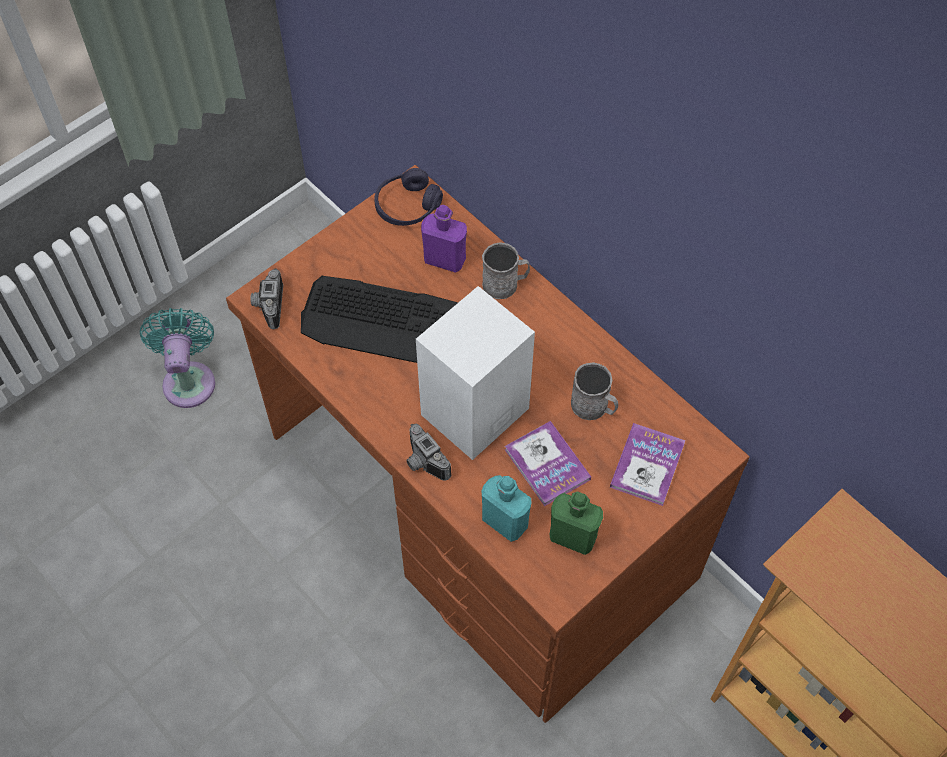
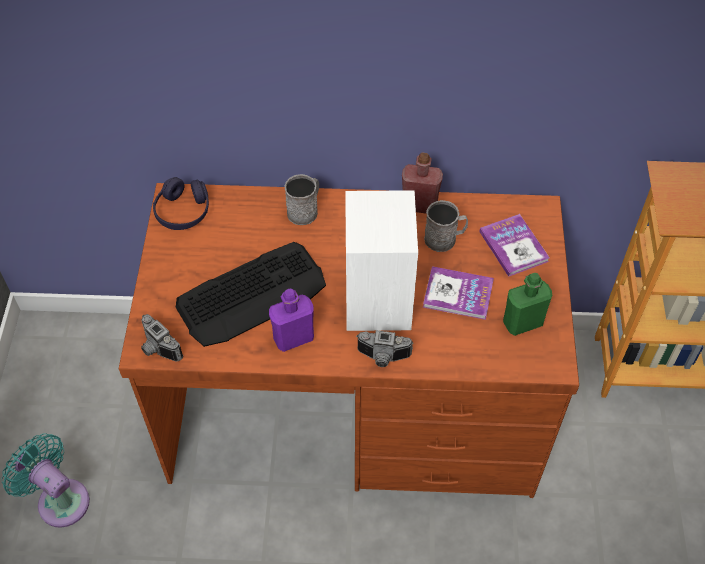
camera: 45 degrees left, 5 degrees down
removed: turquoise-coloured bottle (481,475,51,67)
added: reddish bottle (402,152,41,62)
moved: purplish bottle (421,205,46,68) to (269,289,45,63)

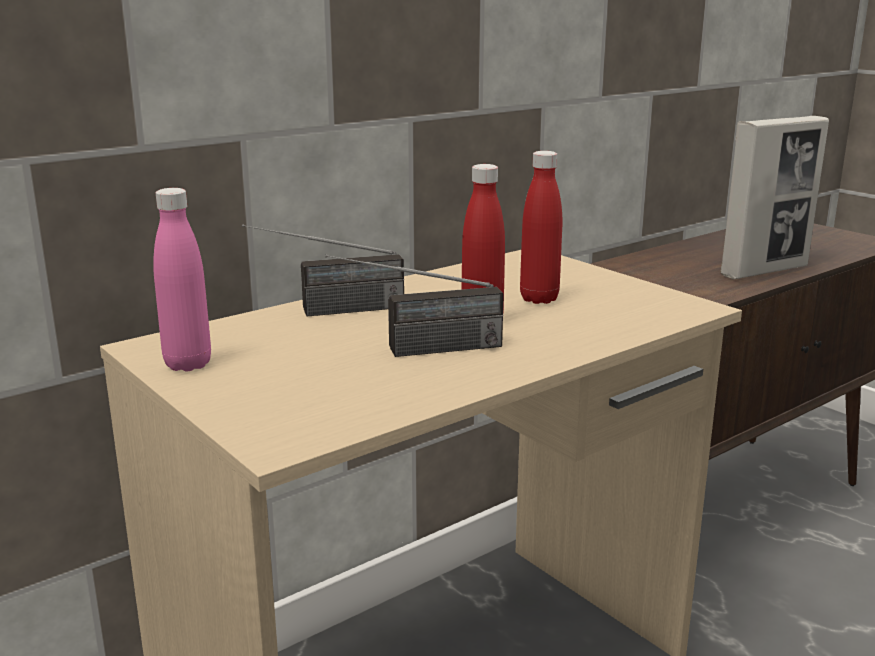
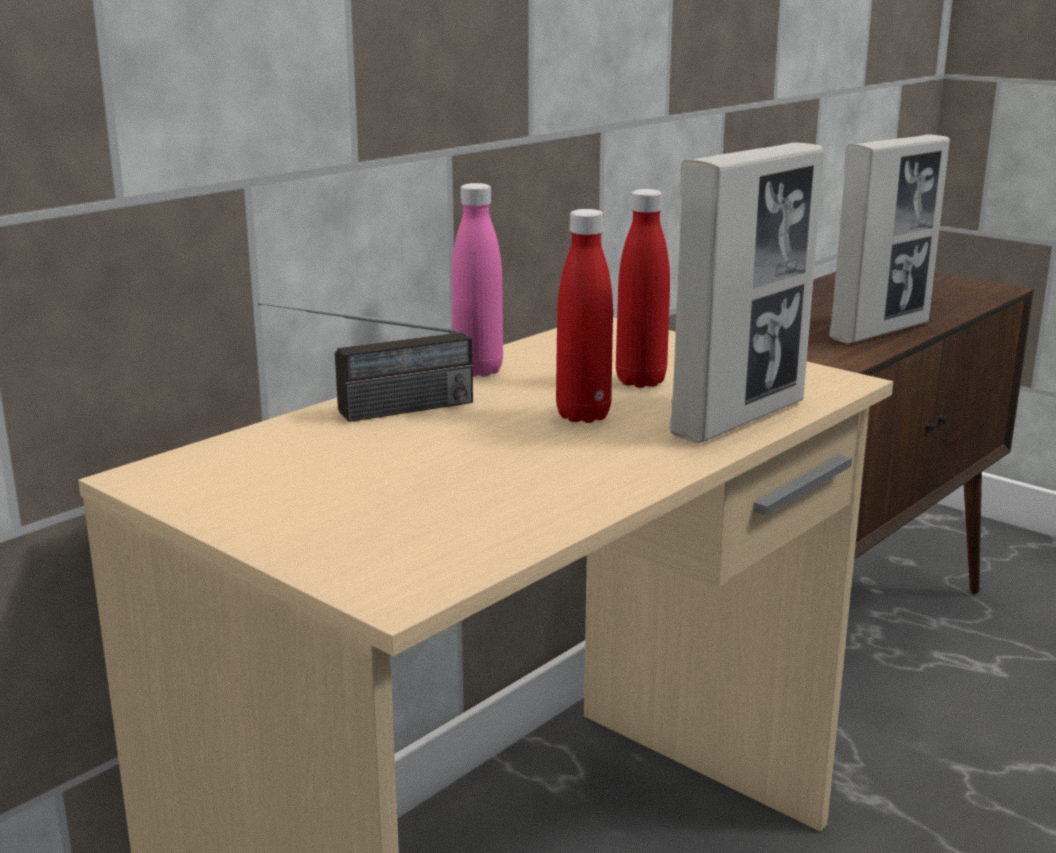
camera: 10 degrees left, 0 degrees up
removed: radio receiver (325,254,179,103)
added: picture frame (670,142,154,301)
moved: pinkish bottle (153,188,58,184) to (452,183,51,194)

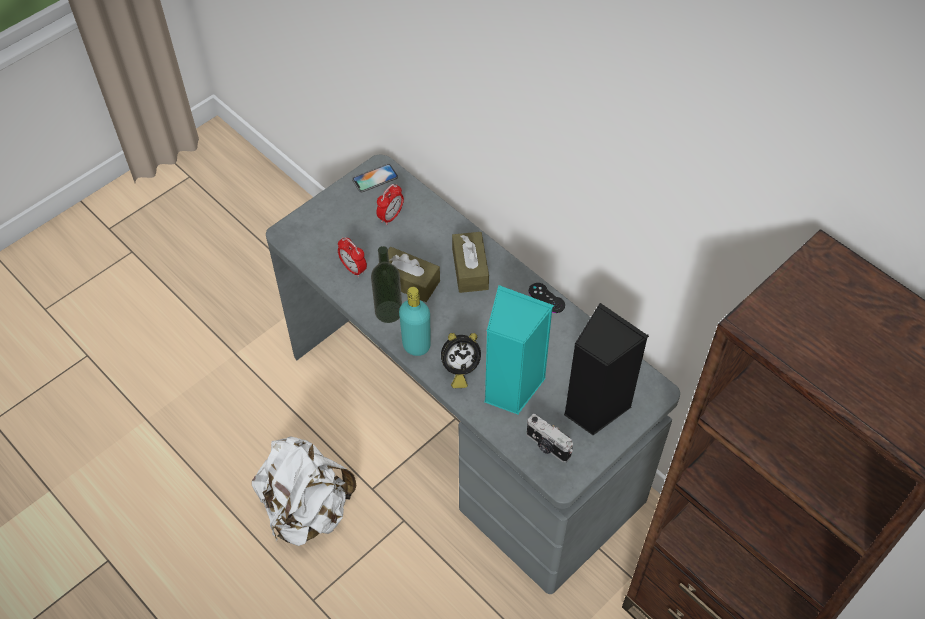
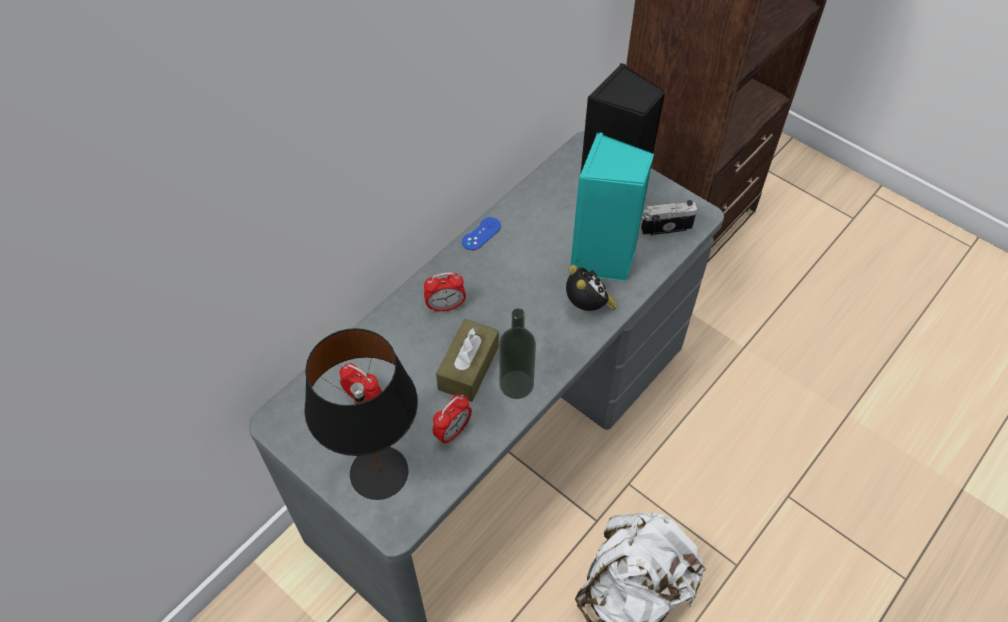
camera: 95 degrees left, 0 degrees up
removed: telephone (352,164,46,28); turquoise-coloured bottle (399,287,32,69)
added: black-coloured table lamp (304,328,114,172)
replaced: brown-coloured tissue holder (452,232,37,61) to table clock (424,272,42,40)
recoloured: black-coloured joypad (529,283,36,30) to blue joypad (462,217,39,33)
turned: still camera (527,414,46,48) = (641,200,56,36) 135 degrees counterclockwise

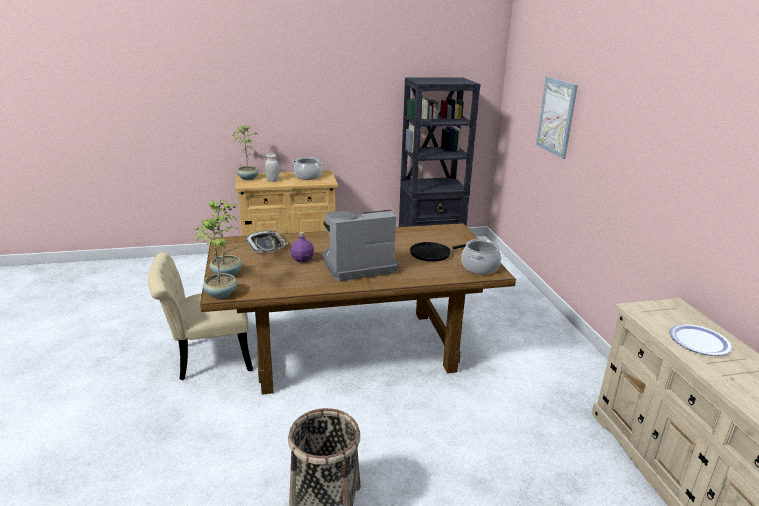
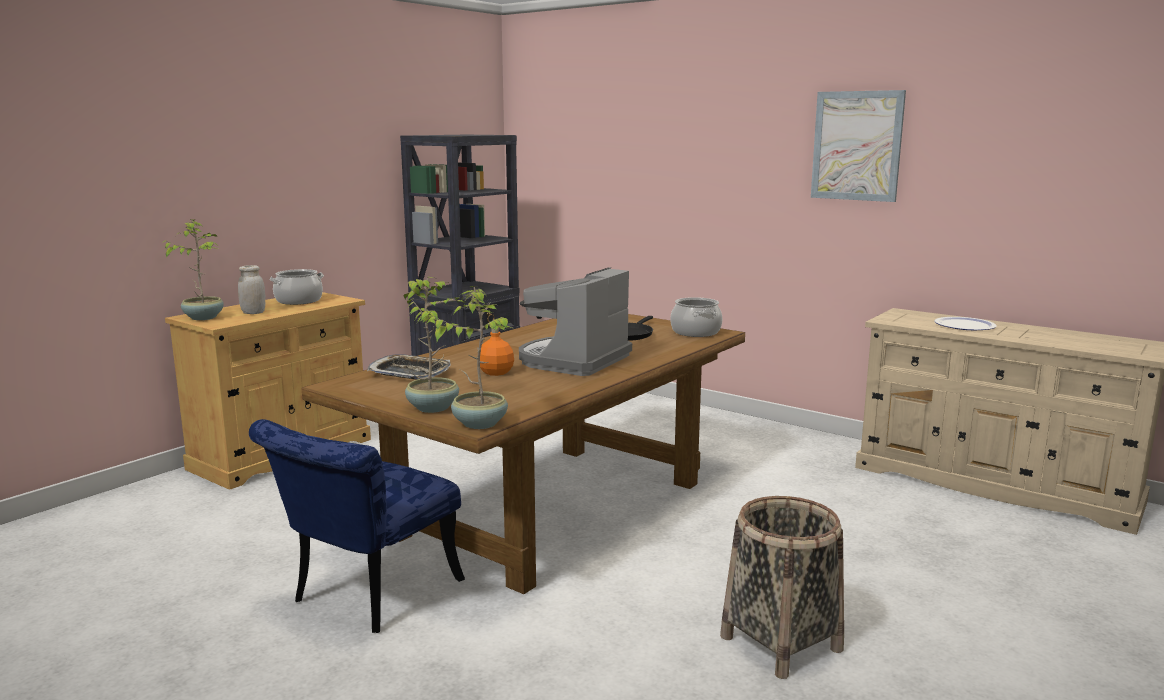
camera: 40 degrees left, 10 degrees down
moved: wall art (536,77,42,82) to (811,90,95,112)
recoloured: sand-coloured upright chair (148,252,105,128) to blue upright chair (249,419,216,214); purplish bottle (291,232,23,31) to orange-coloured bottle (480,328,34,48)

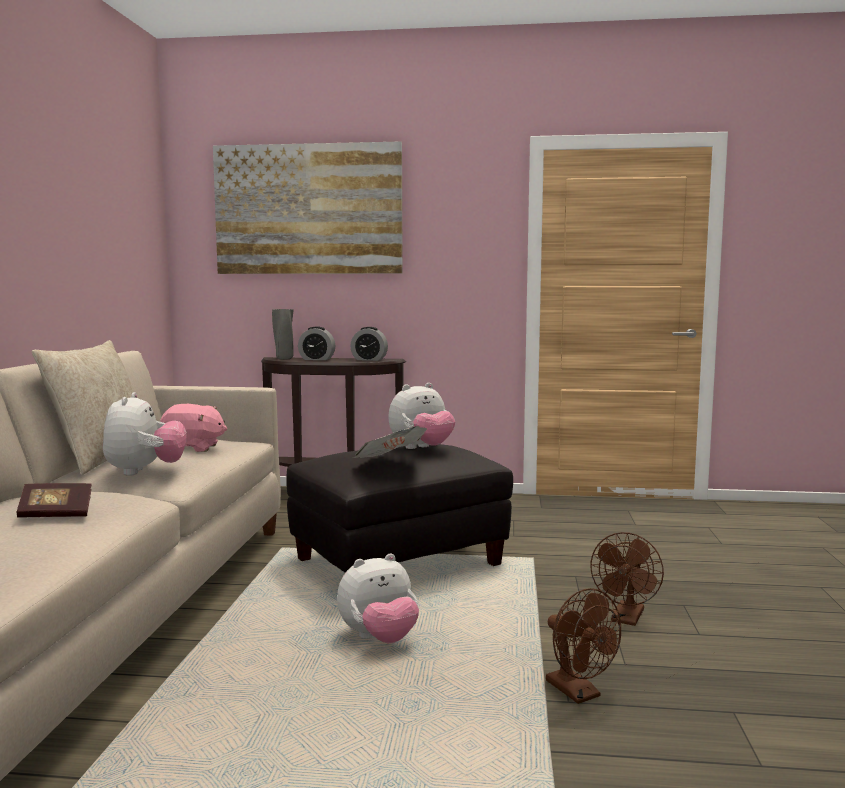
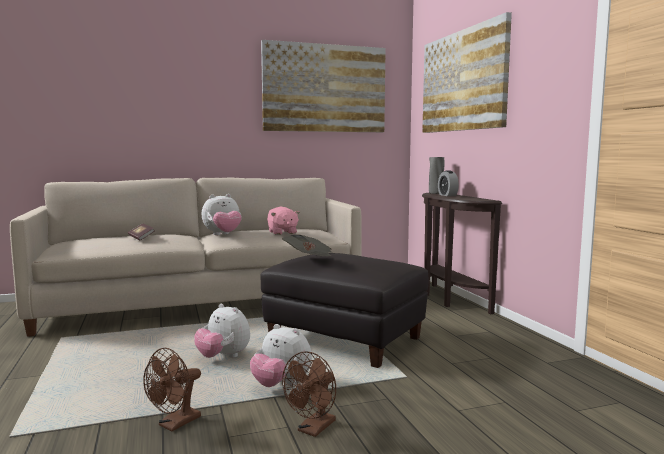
camera: 65 degrees right, 0 degrees up
removed: sand-coloured cushion (32,340,102,134); table clock (350,327,38,34)
added: wall art (261,40,125,92)
moved: plush toy (389,383,66,66) to (250,324,62,63)
turned: brown-coloured fan (590,532,74,94) = (282,351,54,86) 60 degrees counterclockwise

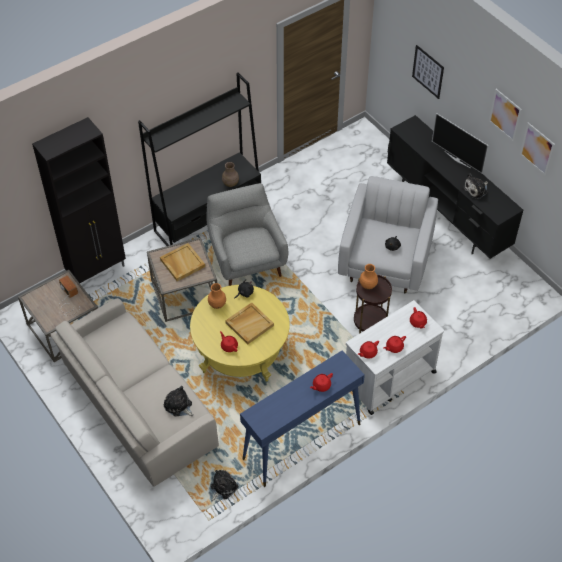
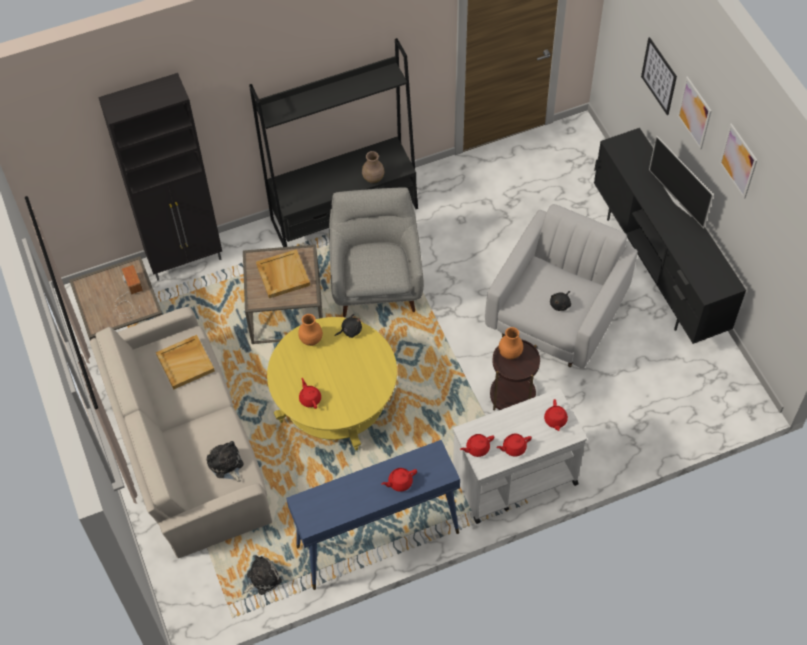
camera: 15 degrees right, 5 degrees up
removed: plush toy (463,173,25,26)
moved: sand-coloured carrying tray (225,302,49,43) to (156,335,59,55); wall art (520,122,35,54) to (677,76,35,74)

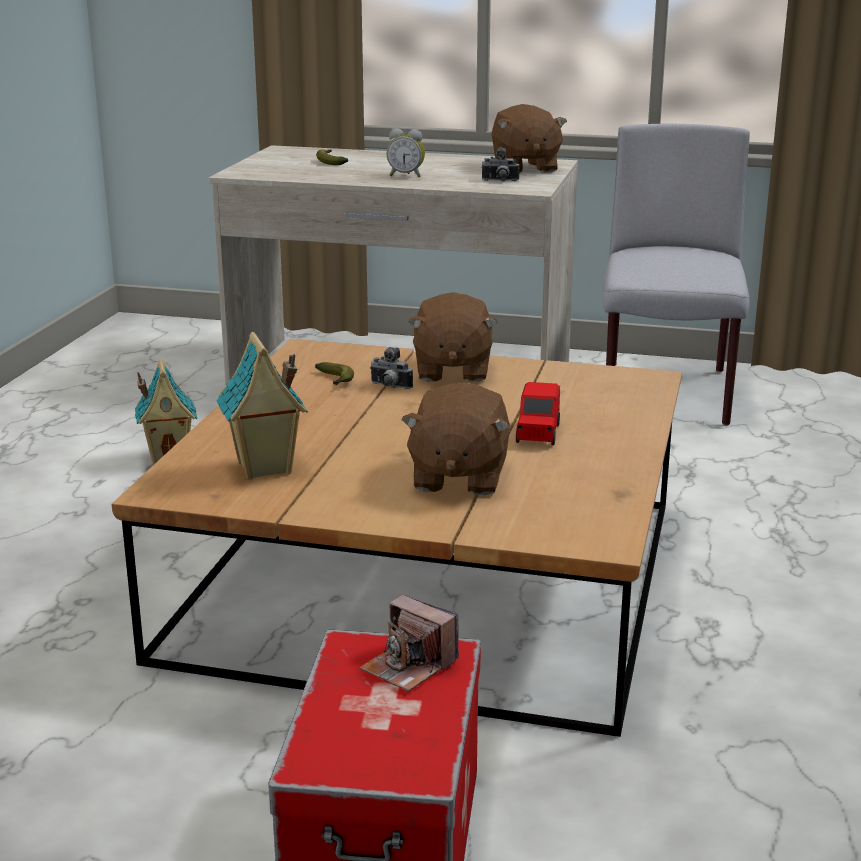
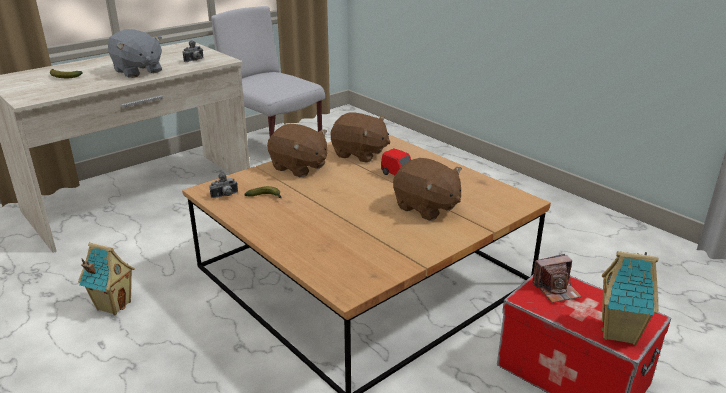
camera: 55 degrees left, 5 degrees up
moved: miniature house (216,332,92,148) to (601,251,57,94); still camera (370,347,43,42) to (209,172,29,26); brown-coloured plush toy (492,104,75,69) to (331,112,59,51)
replaced: table clock (386,128,39,49) to grey plush toy (108,29,54,49)

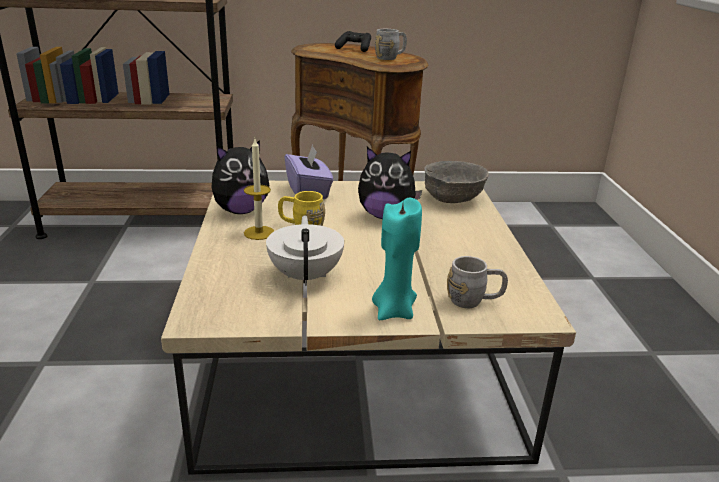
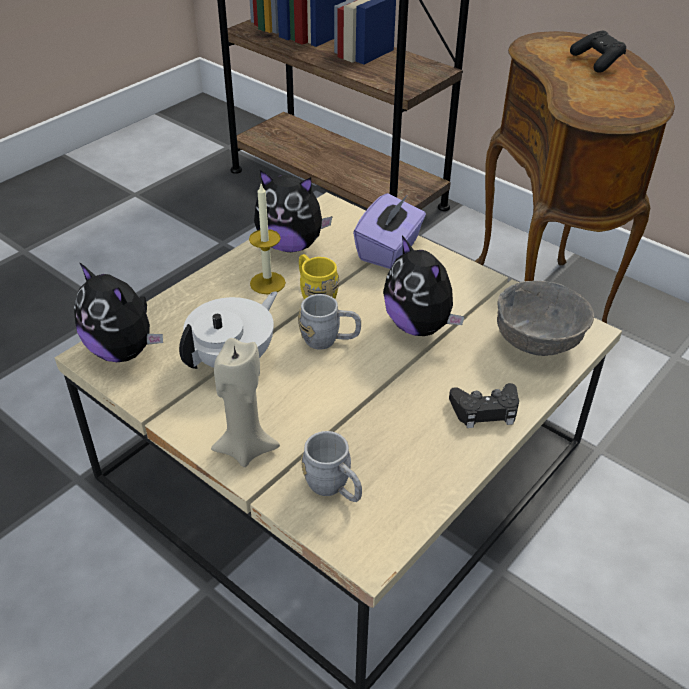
camera: 45 degrees right, 15 degrees up
added: plush toy (74,262,89,100); black-coloured joypad (449,383,70,45)
moved: grey mug (375,29,32,31) to (298,294,63,56)
recoloured: turquoise-coloured wax candle (372,197,50,123) to sand-coloured wax candle (211,338,69,129)

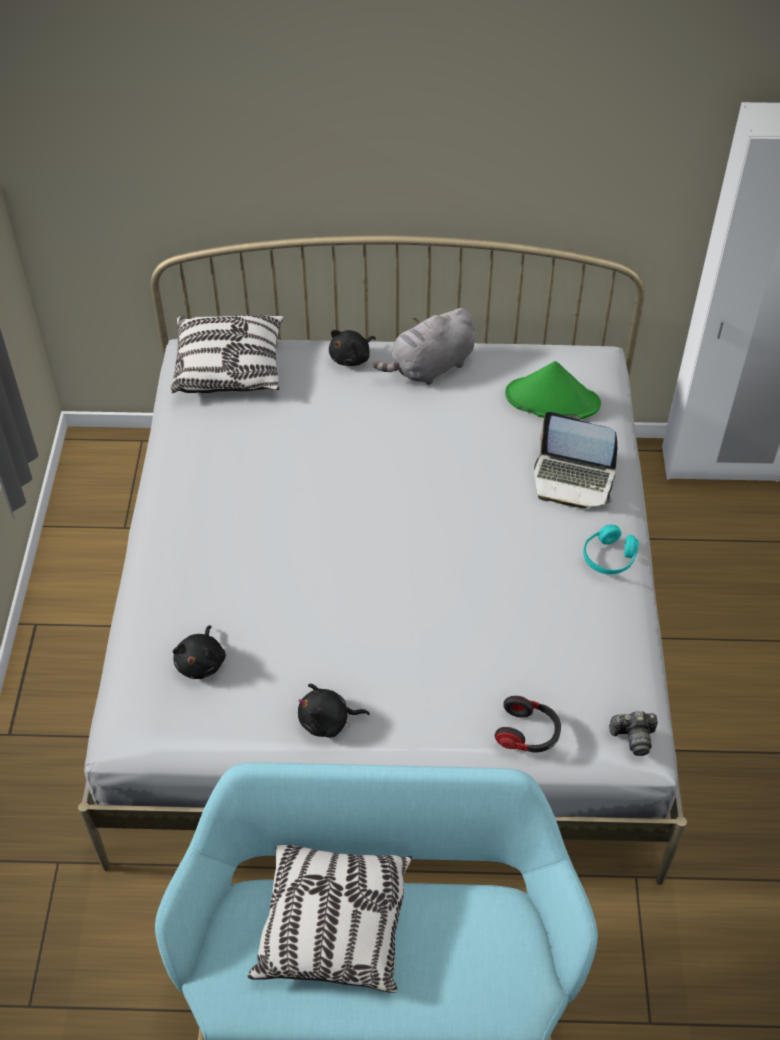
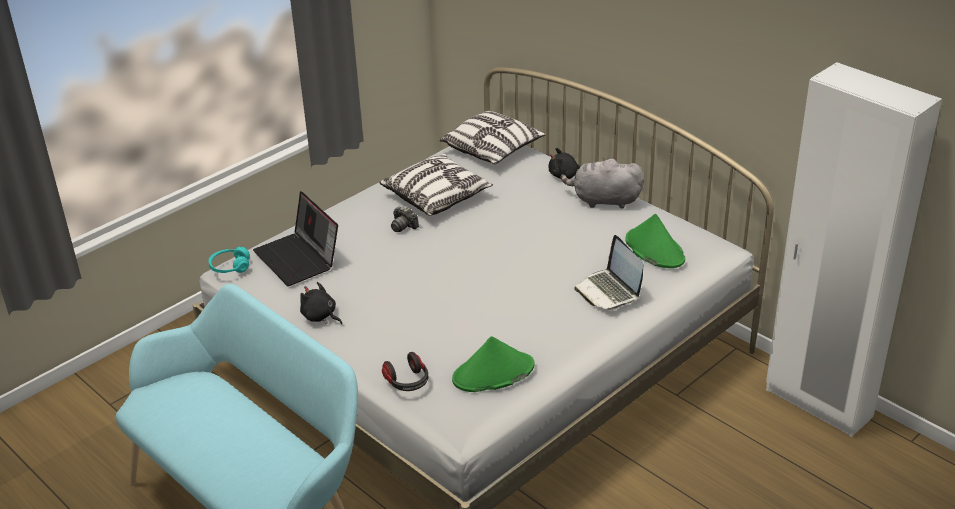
camera: 45 degrees right, 15 degrees down
added: green-coloured hat (452,336,83,56)
moved: cushion (247,845,165,148) to (379,154,114,62); turquoise-coloured headset (583,524,56,50) to (209,247,41,26); still camera (609,711,49,45) to (391,207,28,25)
replaced: black-coloured plush toy (173,625,53,54) to notebook computer (253,191,85,95)

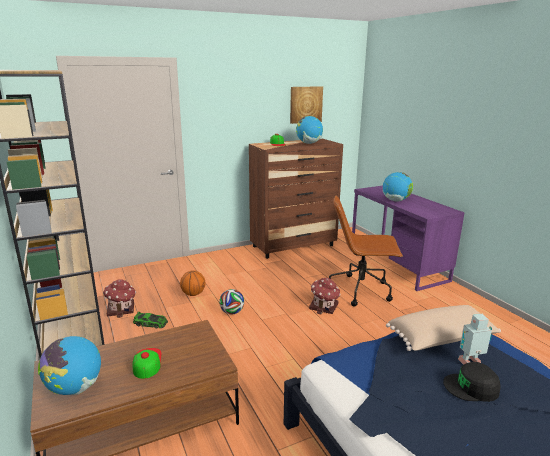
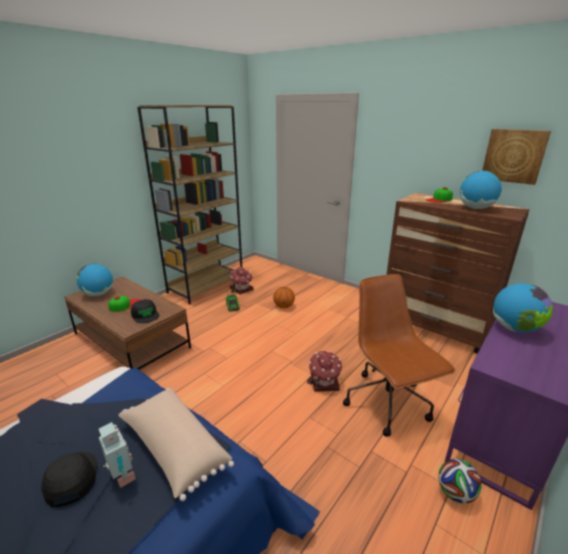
camera: 65 degrees right, 5 degrees up
added: black-coloured baseball cap (131,299,28,24)
moved: ball for football (219,289,25,25) to (438,459,44,45)

